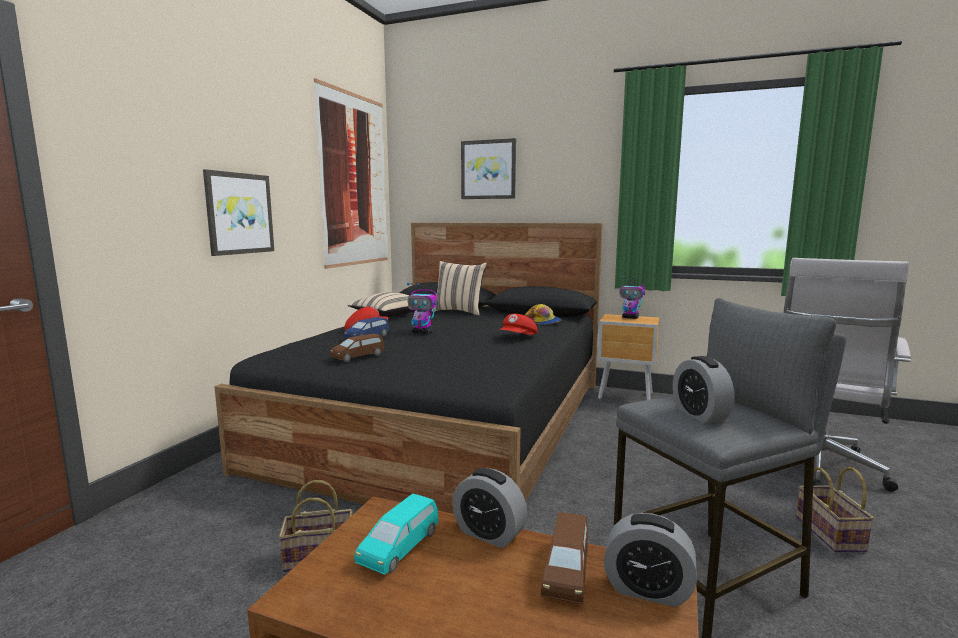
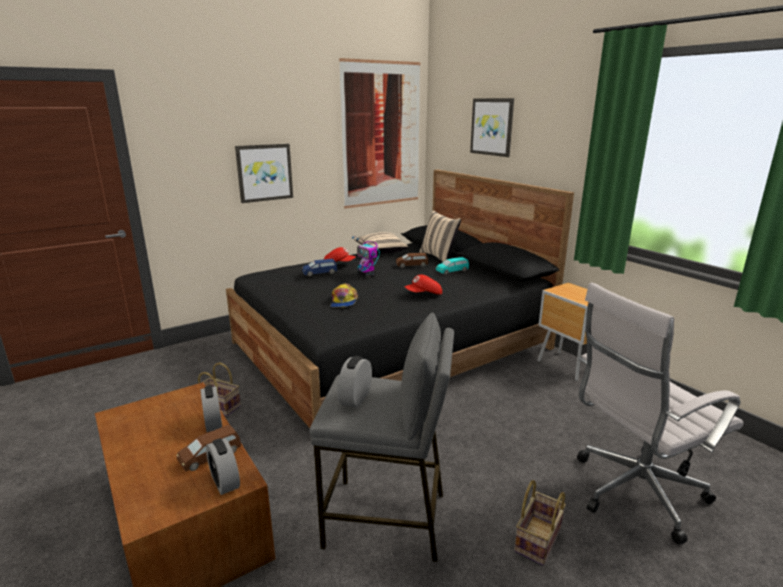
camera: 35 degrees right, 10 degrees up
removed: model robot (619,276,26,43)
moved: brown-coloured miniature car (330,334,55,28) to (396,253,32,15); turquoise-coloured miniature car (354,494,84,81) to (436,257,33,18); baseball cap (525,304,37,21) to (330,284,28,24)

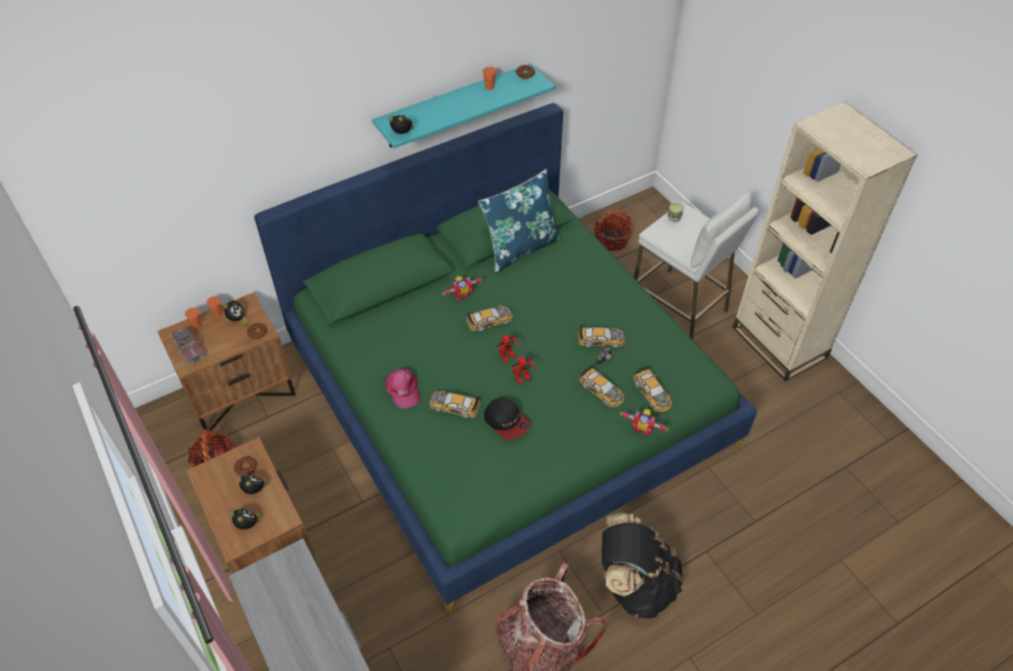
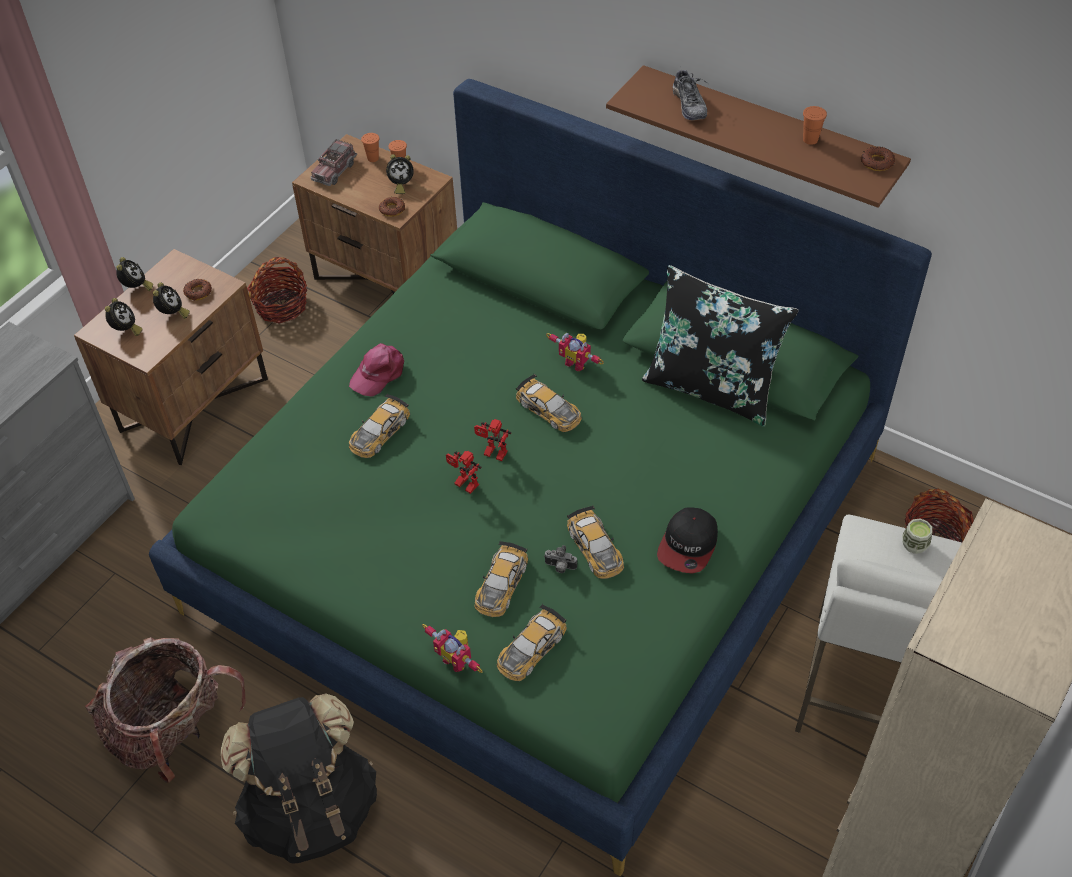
camera: 65 degrees right, 0 degrees up
added: item of footwear (672,69,36,51)
moved: table clock (388,115,26,19) to (116,257,37,34); baseball cap (484,397,46,43) to (657,508,61,66)
recoloured: turquoise-coloured bracket shelf (372,63,183,85) to brown-coloured bracket shelf (606,65,305,143); blue cushion (478,169,84,104) to black-coloured cushion (642,265,157,162)
turned: miniature car (430,391,50,27) = (349,393,61,65) 135 degrees counterclockwise; model robot (620,409,49,27) = (422,624,61,49) 45 degrees counterclockwise

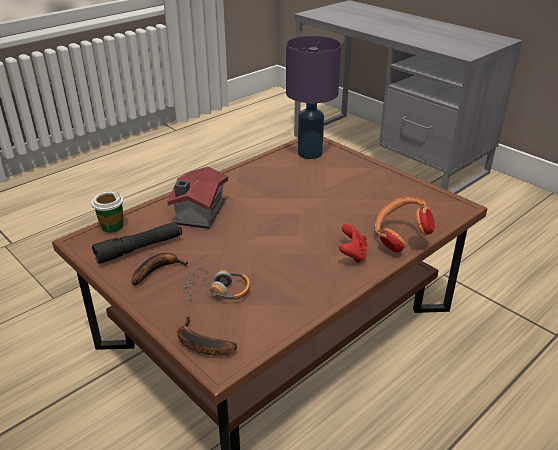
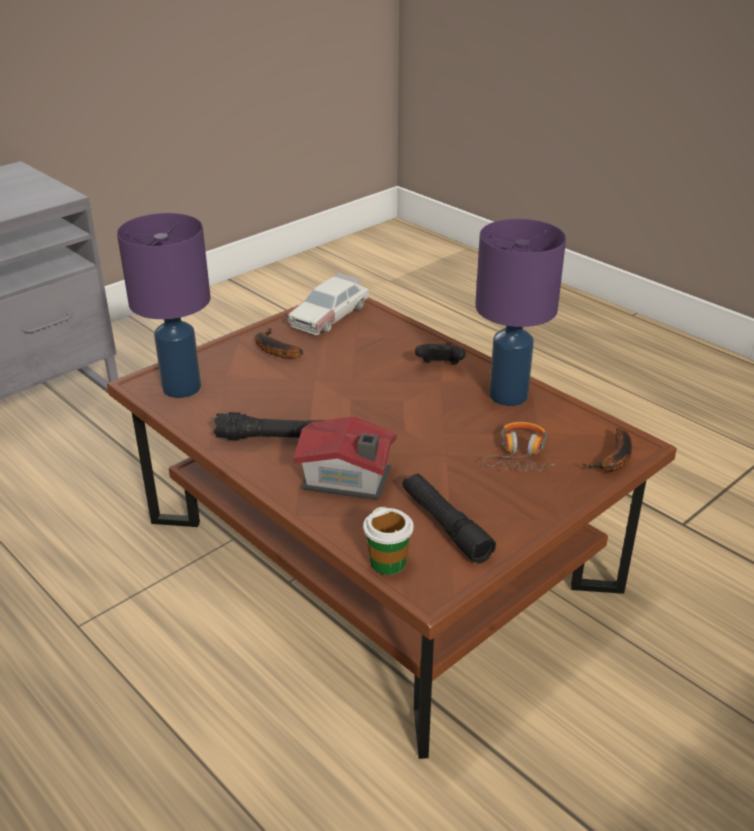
camera: 90 degrees left, 0 degrees up
removed: orange-coloured headset (375,197,60,55)
added: black-coloured hand torch (213,412,110,28); miniature car (287,273,82,62); purplish table lamp (475,219,91,187)
moved: banana (132,253,56,33) to (255,328,48,30)
recoloured: reddish joypad (339,224,28,39) to black-coloured joypad (415,342,51,23)

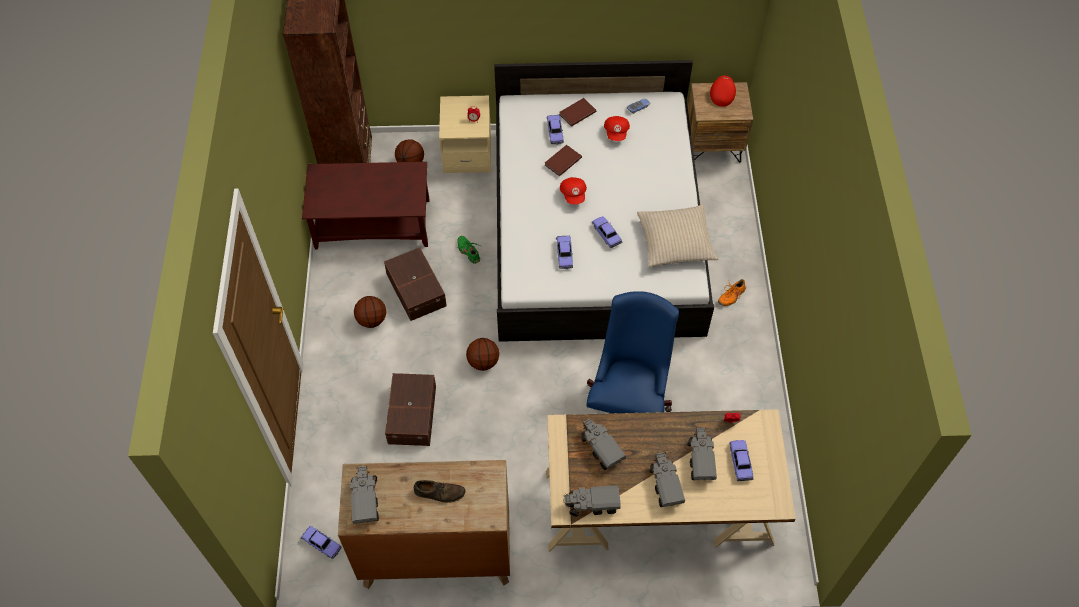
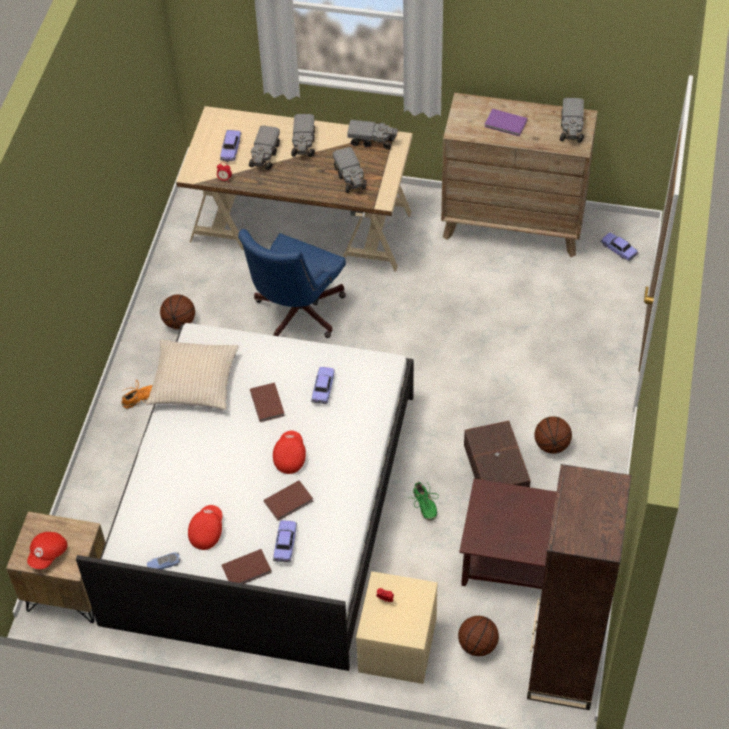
camera: 165 degrees left, 5 degrees down
removed: brown-coloured storage bin (385,373,51,73)
moved: basketball (466,338,33,33) to (160,294,35,35)
replaced: brown-coloured item of footwear (414,480,51,23) to purplish bound book (485,109,43,28); miniature car (592,216,31,32) to brown-coloured bound book (250,383,35,39)

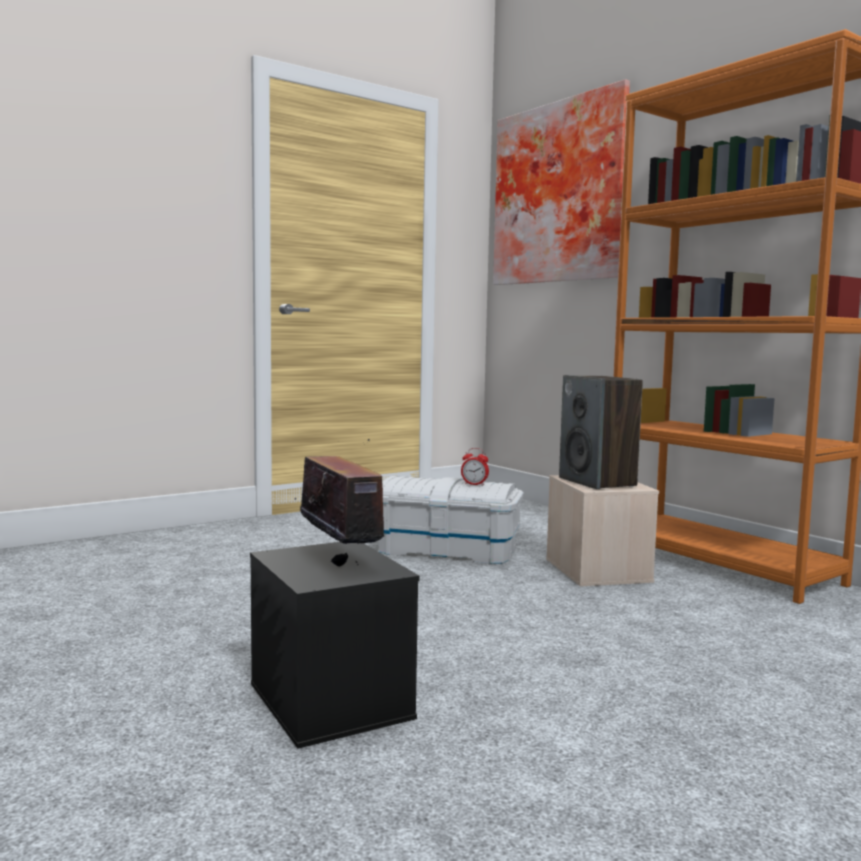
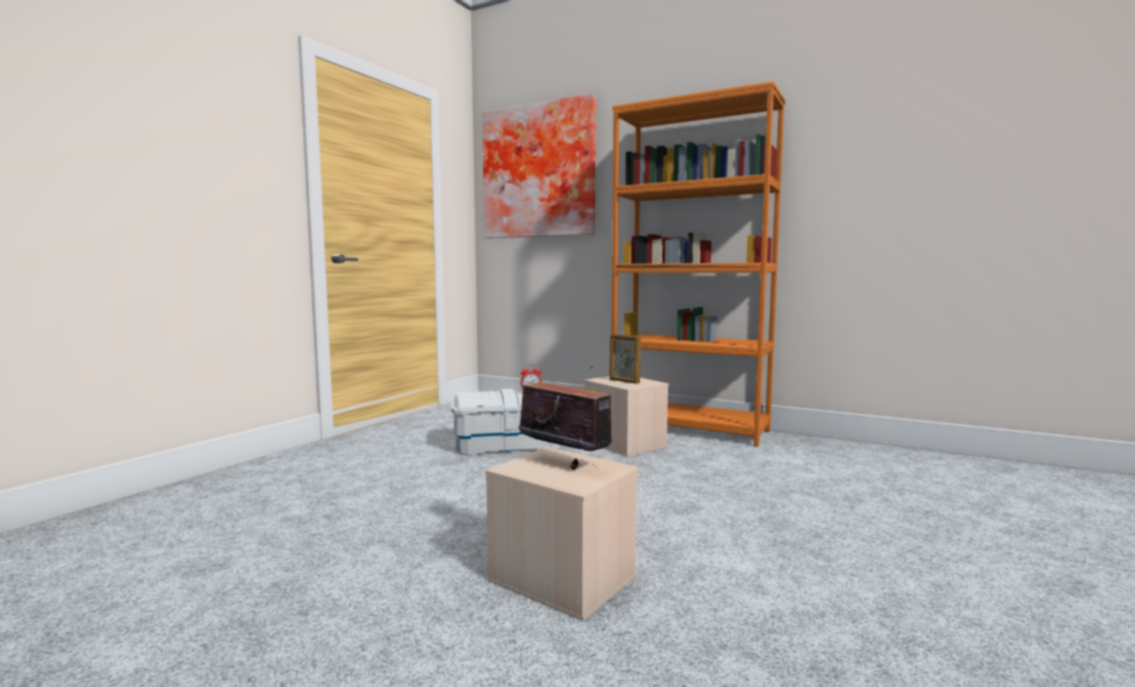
camera: 25 degrees left, 0 degrees up
replaced: loudspeaker (559,375,84,114) to picture frame (610,334,31,50)
recoloured: black-coloured storage bin (250,542,170,207) to sand-coloured storage bin (486,447,152,174)

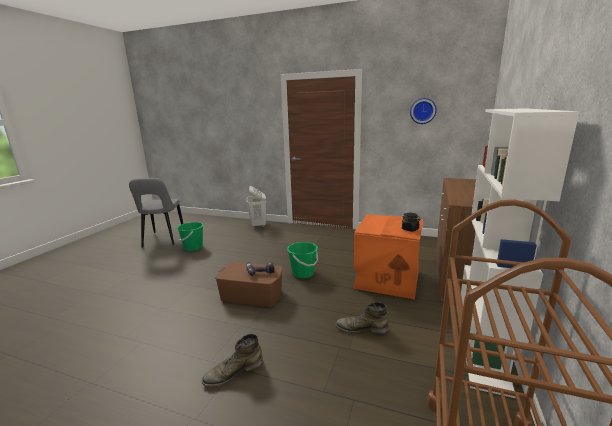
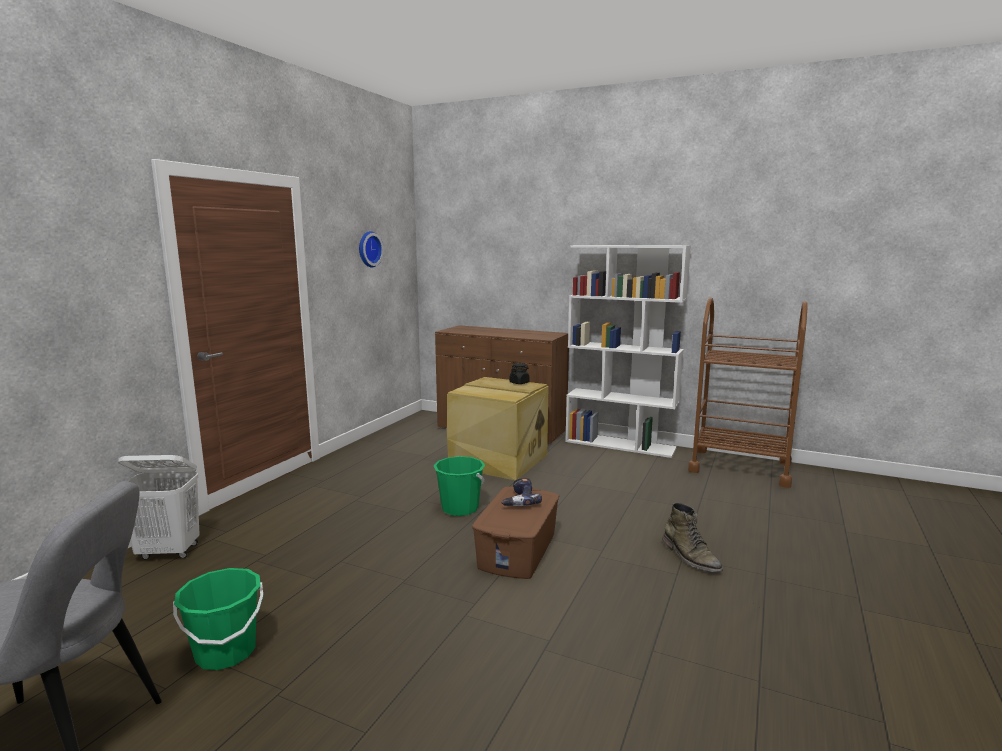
camera: 85 degrees left, 5 degrees down
removed: green-coloured tall boot (335,302,54,32)
recoloured: orange-coloured storage bin (353,214,70,86) to sand-coloured storage bin (447,377,102,103)

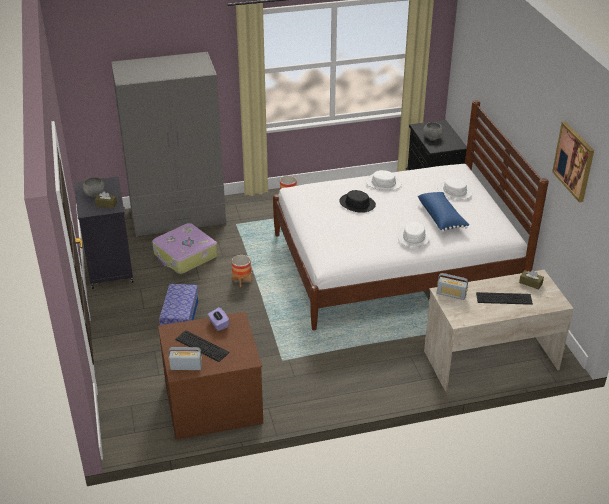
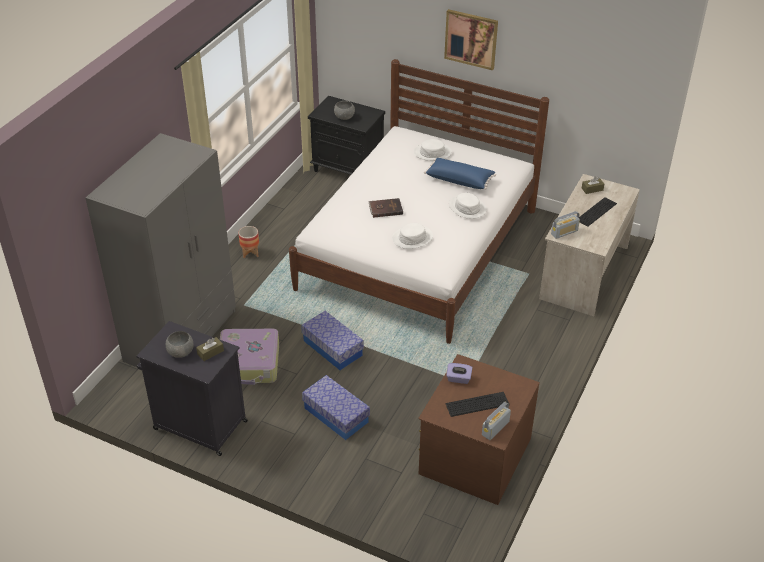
camera: 50 degrees left, 5 degrees up
moved: white-coloured hat (366,170,36,21) to (392,223,41,26); wall art (552,122,42,80) to (444,9,54,61)
replaced: planter (232,255,20,32) to storage bin (301,311,63,59); black-coloured hat (339,190,37,23) to brown-coloured bound book (368,198,35,20)

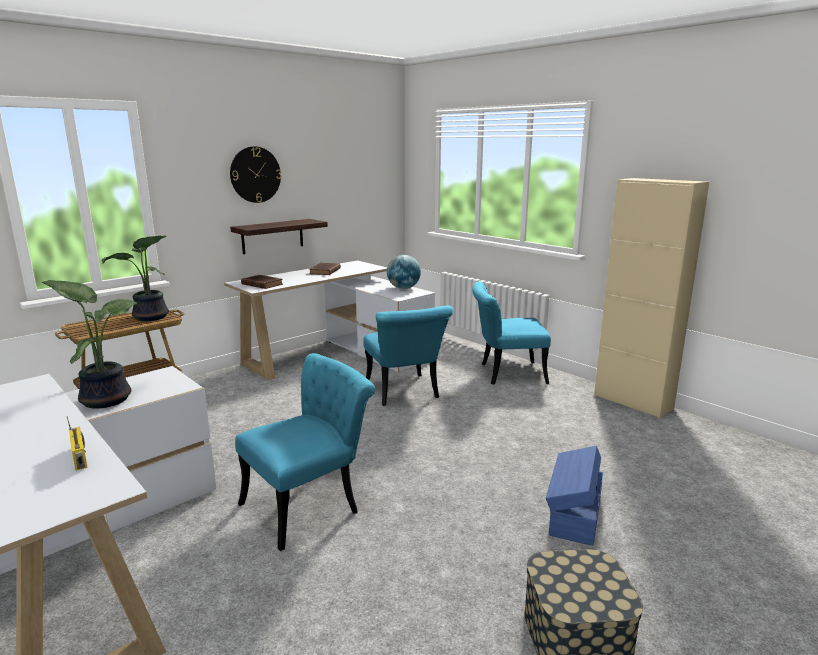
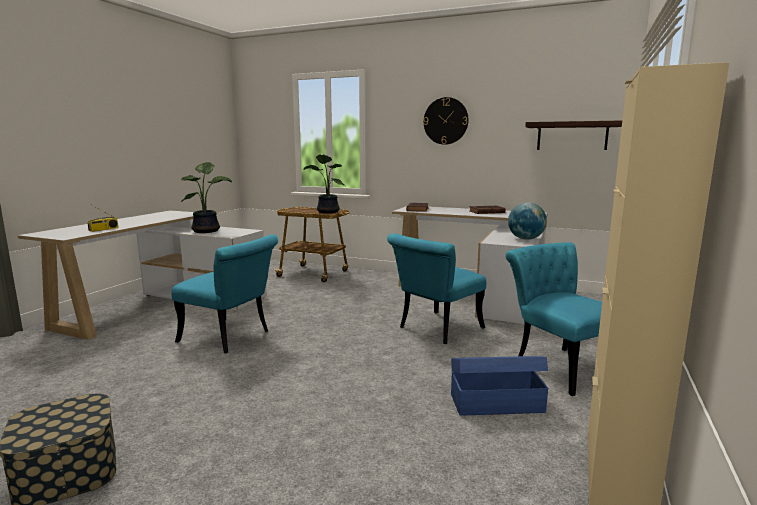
camera: 65 degrees right, 5 degrees down
moved: bracket shelf (230,219,98,35) to (525,121,97,29); blue storage bin (546,446,57,100) to (451,356,97,60)

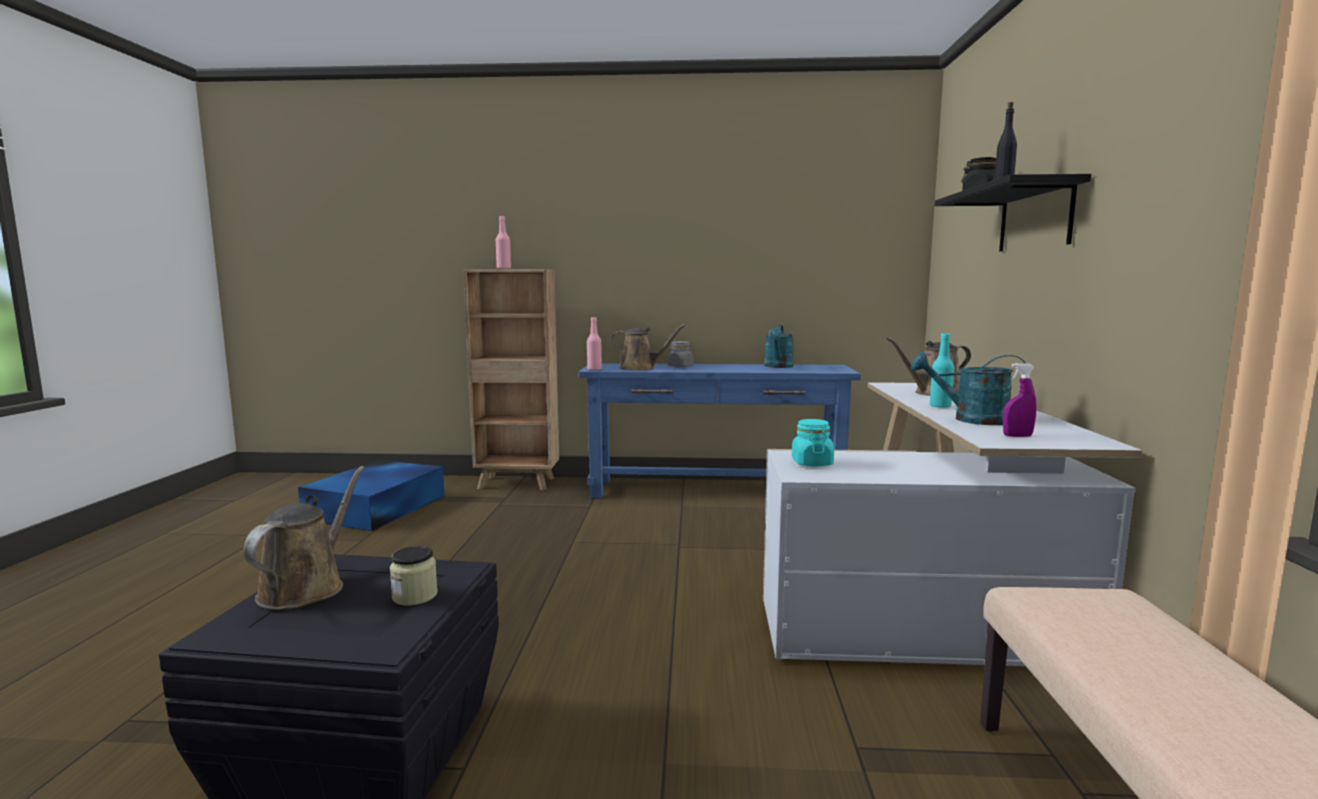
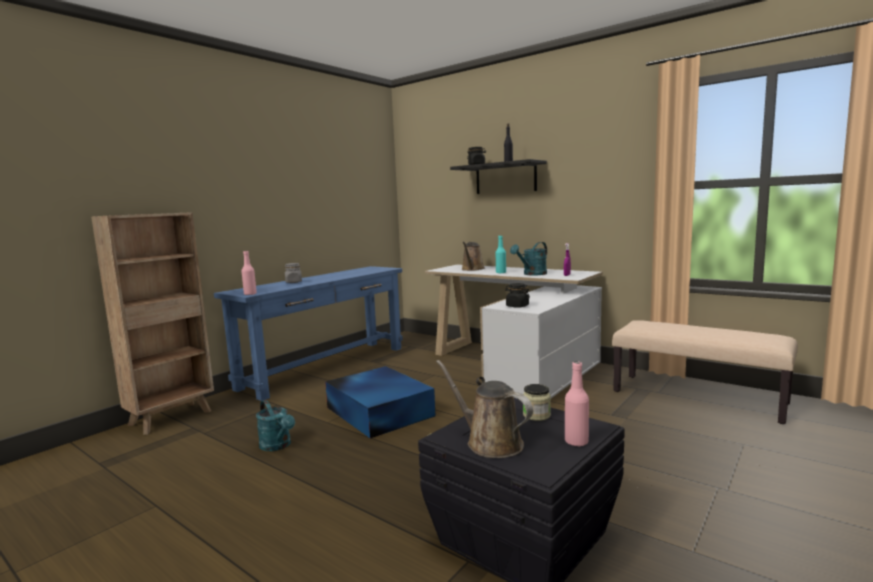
camera: 55 degrees left, 0 degrees up
removed: brown-coloured watering pot (610,324,76,46)
moved: blue storage bin (298,460,147,71) to (325,366,111,72); pinkish bottle (496,216,15,53) to (565,361,24,85); turquoise-coloured watering pot (764,325,30,43) to (256,400,39,51)
recoloured: turquoise-coloured preserve jar (792,419,42,47) to black-coloured preserve jar (505,283,25,25)

